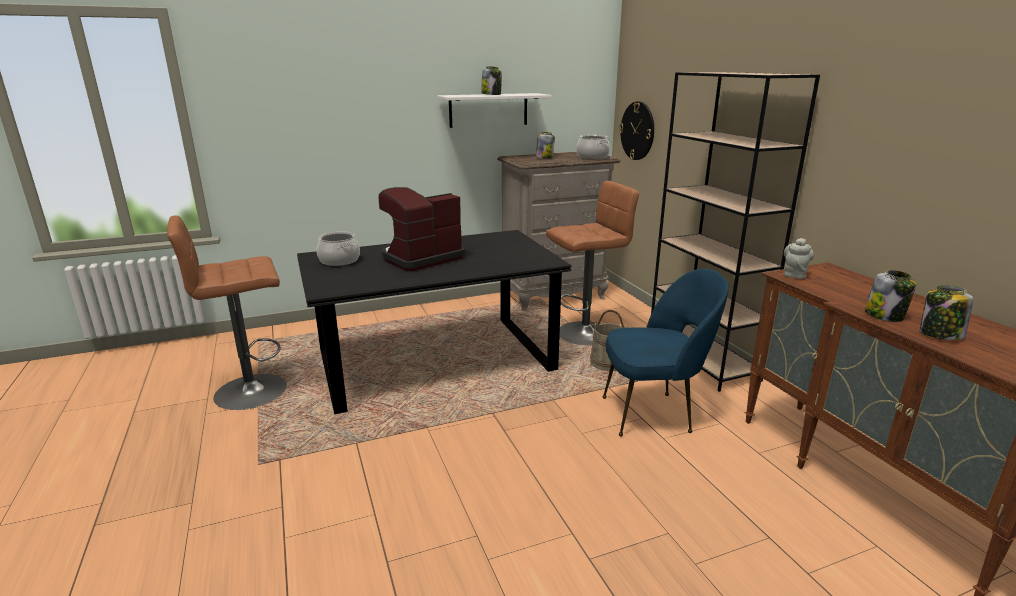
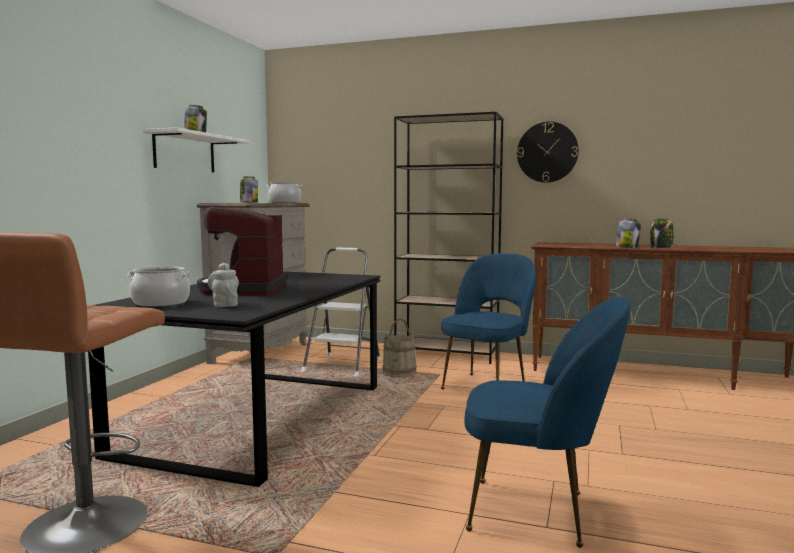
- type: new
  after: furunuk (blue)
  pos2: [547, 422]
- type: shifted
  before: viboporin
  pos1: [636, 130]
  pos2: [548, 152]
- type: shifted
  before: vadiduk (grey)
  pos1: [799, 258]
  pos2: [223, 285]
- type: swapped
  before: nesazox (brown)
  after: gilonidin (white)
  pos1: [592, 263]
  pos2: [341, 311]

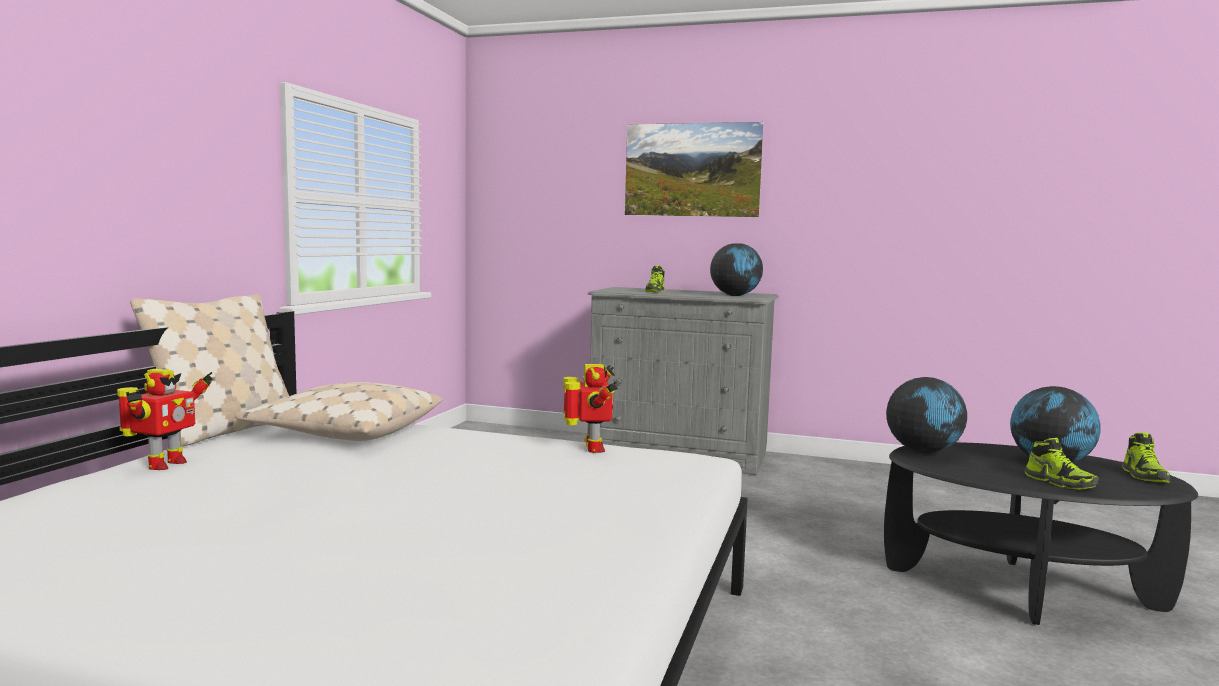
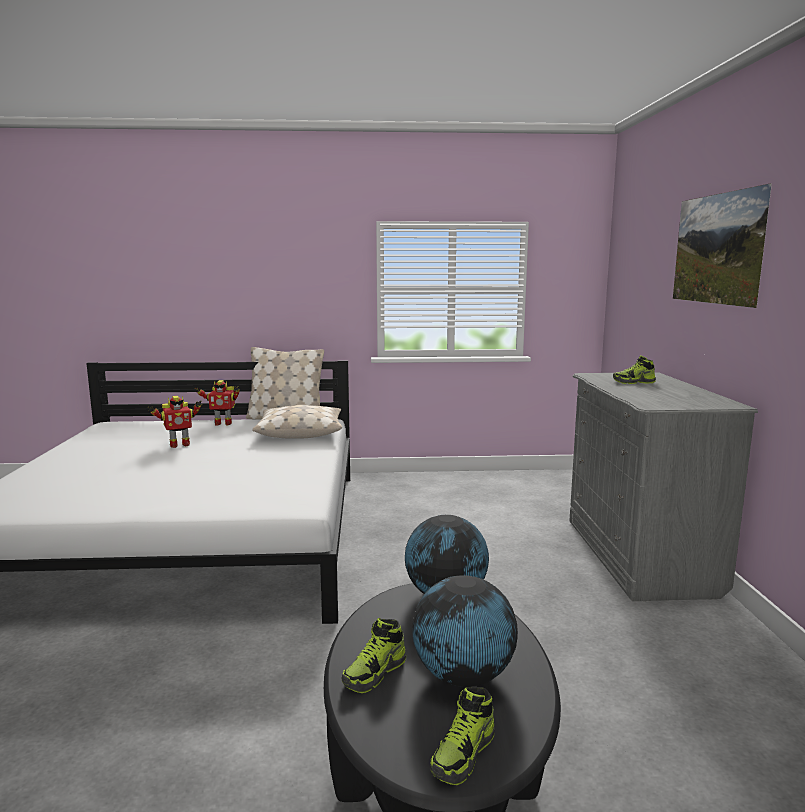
- type: gone
  before: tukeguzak
  pos1: [736, 269]
- type: shifted
  before: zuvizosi
  pos1: [590, 408]
  pos2: [175, 422]
- type: rotated
  before: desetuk
  pos1: [1146, 458]
  pos2: [462, 736]
  turn: -45

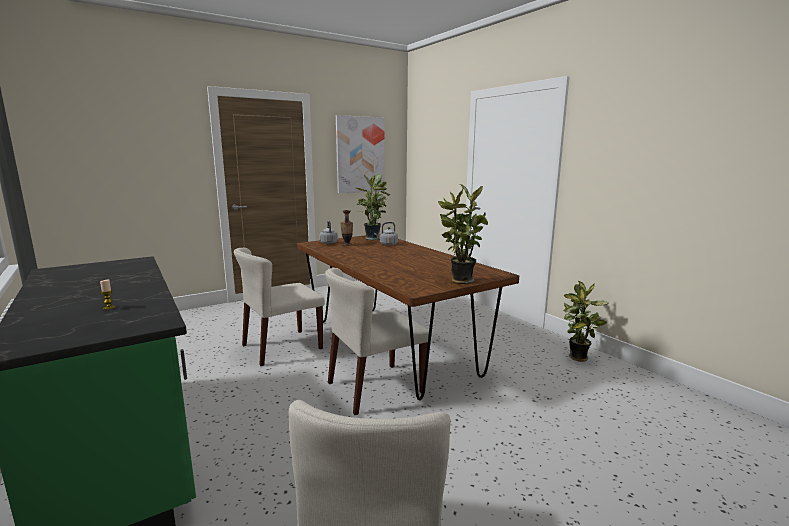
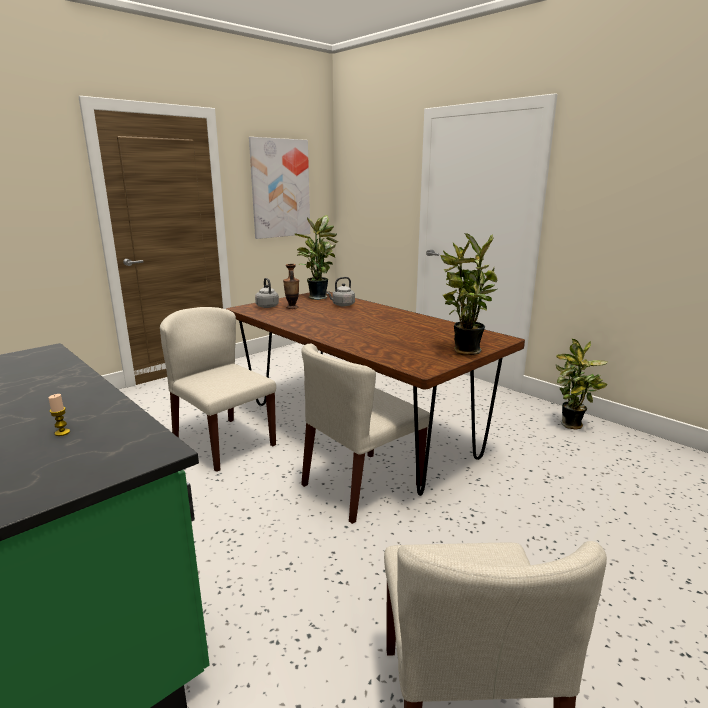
- type: rotated
  before: furunuk (beige)
  pos1: [279, 307]
  pos2: [218, 389]
  turn: 90

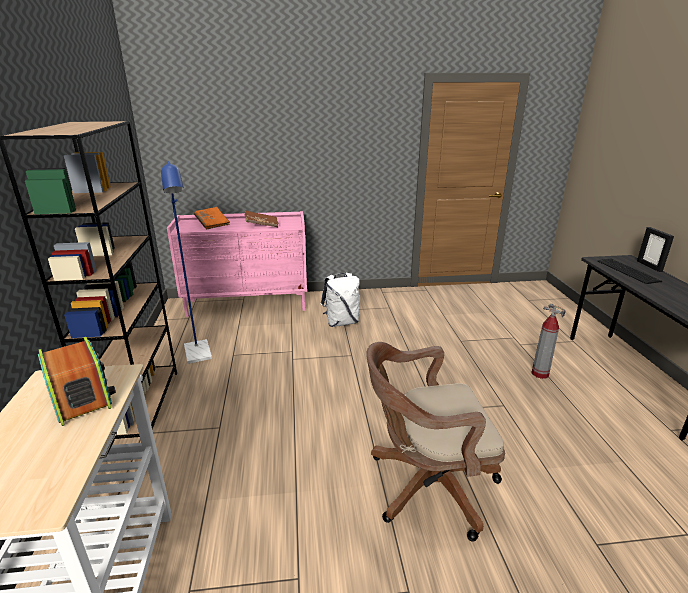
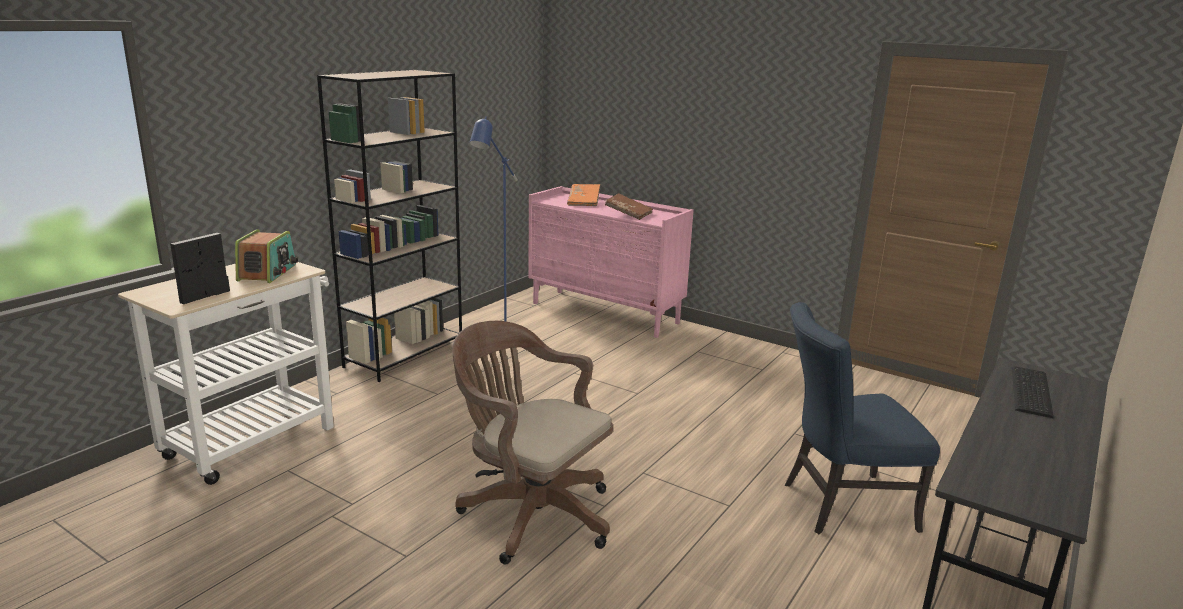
- type: gone
  before: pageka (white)
  pos1: [340, 300]
- type: shifted
  before: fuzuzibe
  pos1: [655, 249]
  pos2: [200, 268]
- type: swapped
  before: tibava
  after: furunuk (blue)
  pos1: [548, 341]
  pos2: [862, 418]

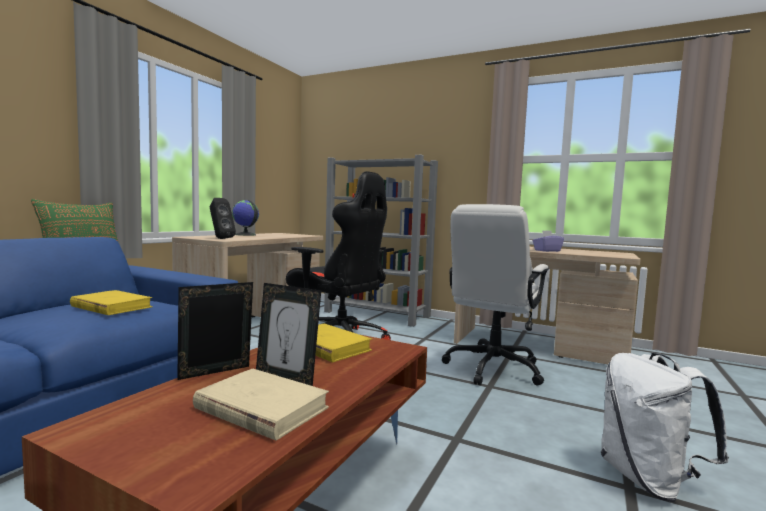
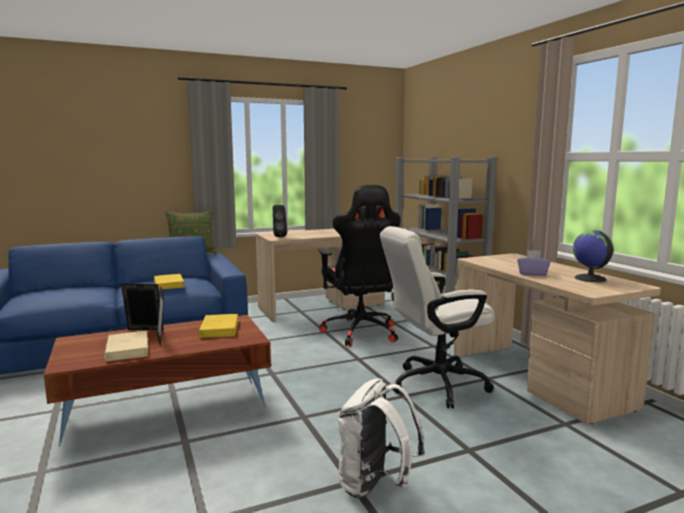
- type: shifted
  before: tukeguzak
  pos1: [245, 218]
  pos2: [593, 256]

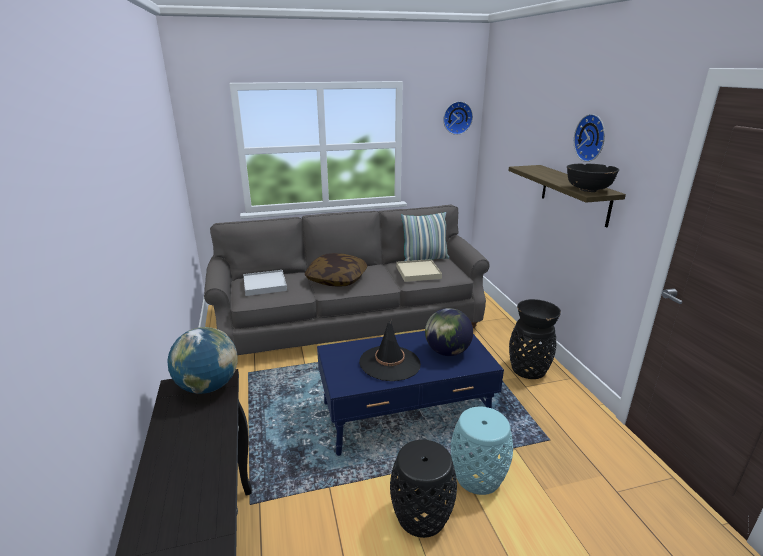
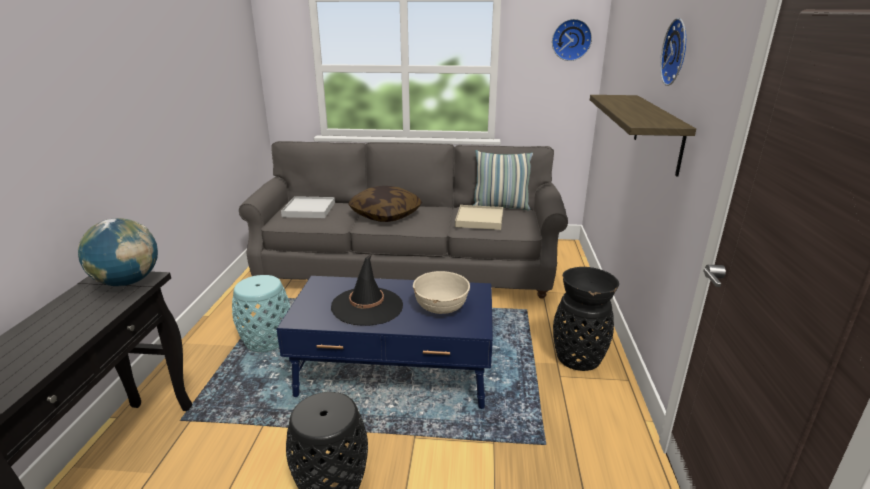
- type: gone
  before: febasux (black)
  pos1: [593, 177]
- type: shifted
  before: nesazox (turquoise)
  pos1: [482, 451]
  pos2: [261, 313]
- type: swapped
  before: tukeguzak
  after: febasux (beige)
  pos1: [449, 332]
  pos2: [441, 292]

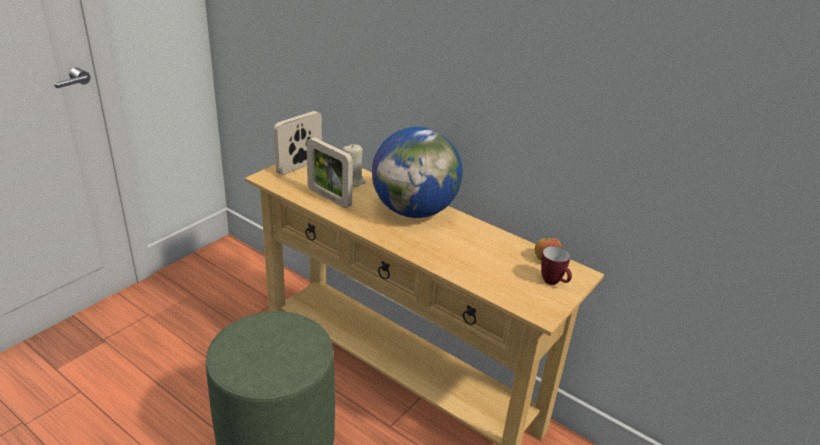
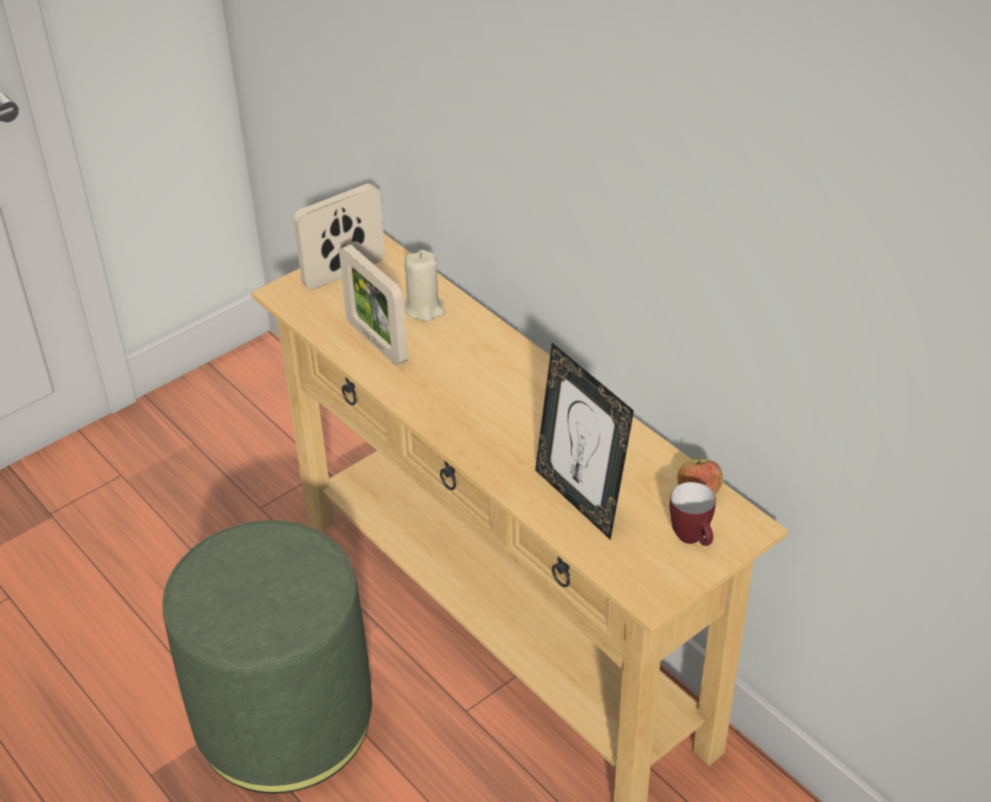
- type: gone
  before: tukeguzak
  pos1: [417, 172]
- type: new
  after: fuzuzibe
  pos2: [584, 441]

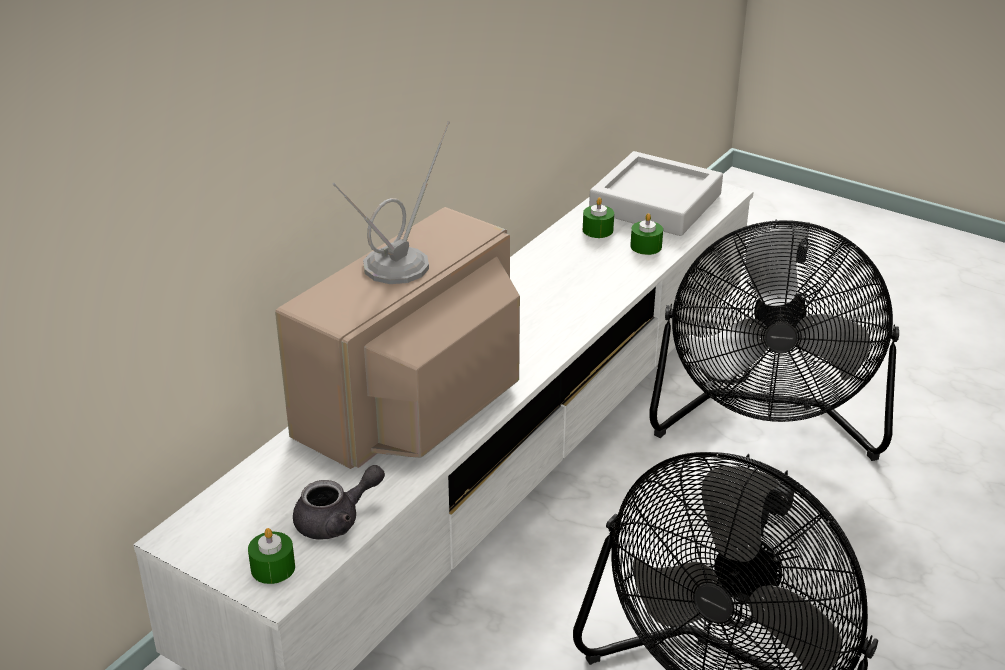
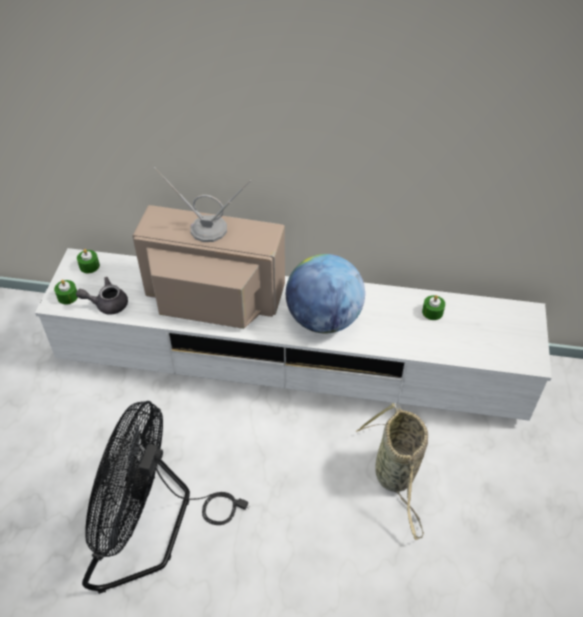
- type: gone
  before: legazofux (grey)
  pos1: [656, 193]
- type: new
  after: tukeguzak
  pos2: [325, 293]
- type: shifted
  before: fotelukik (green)
  pos1: [646, 234]
  pos2: [88, 261]
- type: swapped
  before: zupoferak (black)
  after: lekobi
  pos1: [774, 340]
  pos2: [392, 471]
- type: rotated
  before: vadiduk (grey)
  pos1: [339, 502]
  pos2: [102, 296]
  turn: 135

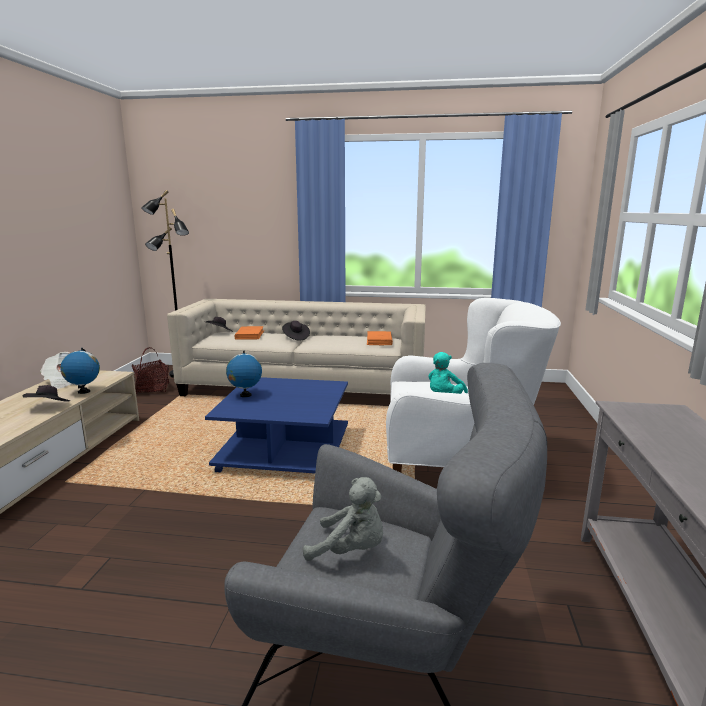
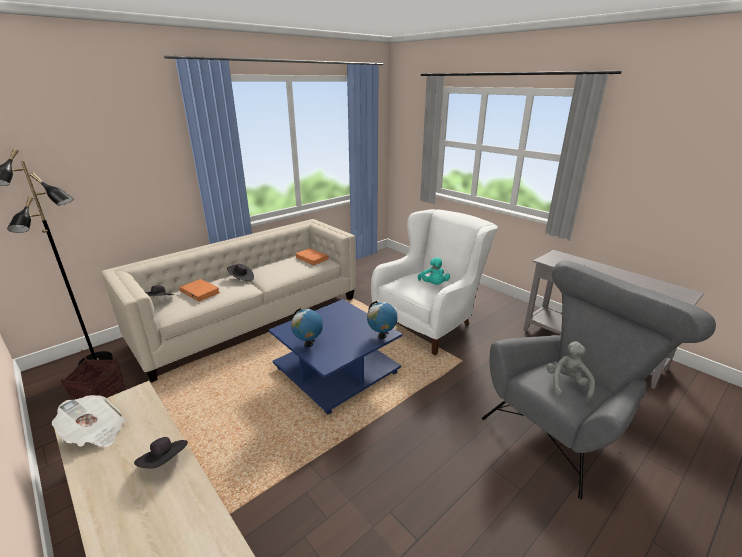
- type: shifted
  before: tukeguzak
  pos1: [80, 371]
  pos2: [382, 320]
- type: rotated
  before: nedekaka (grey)
  pos1: [343, 519]
  pos2: [571, 371]
  turn: -45

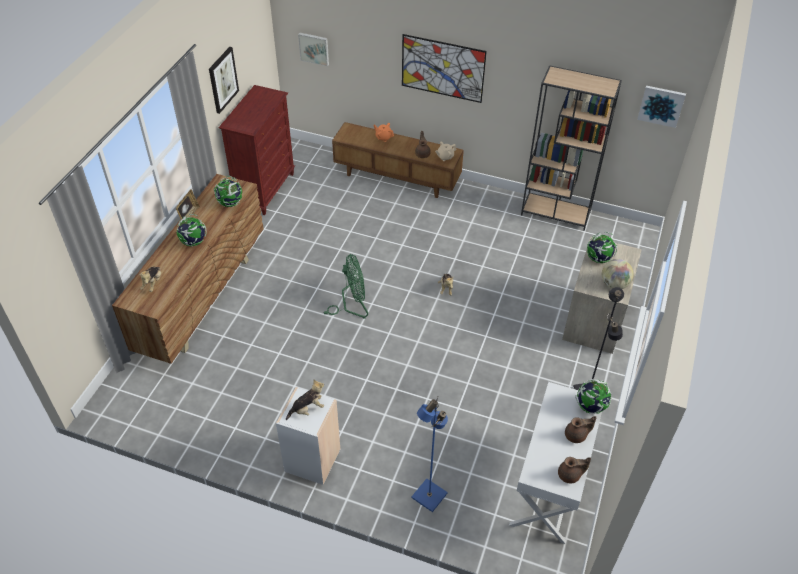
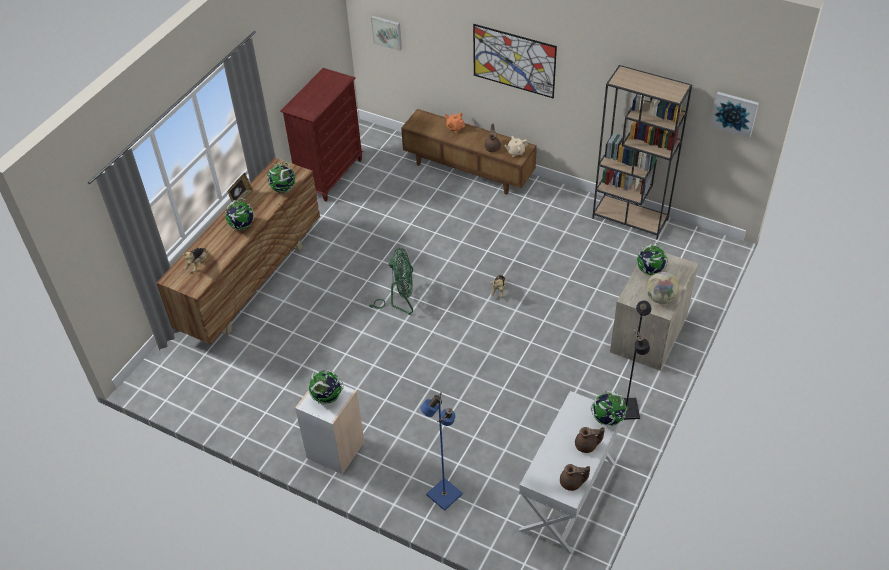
- type: gone
  before: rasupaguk
  pos1: [224, 80]
- type: swapped
  before: nedekaka
  after: tukeguzak
  pos1: [305, 399]
  pos2: [326, 387]

